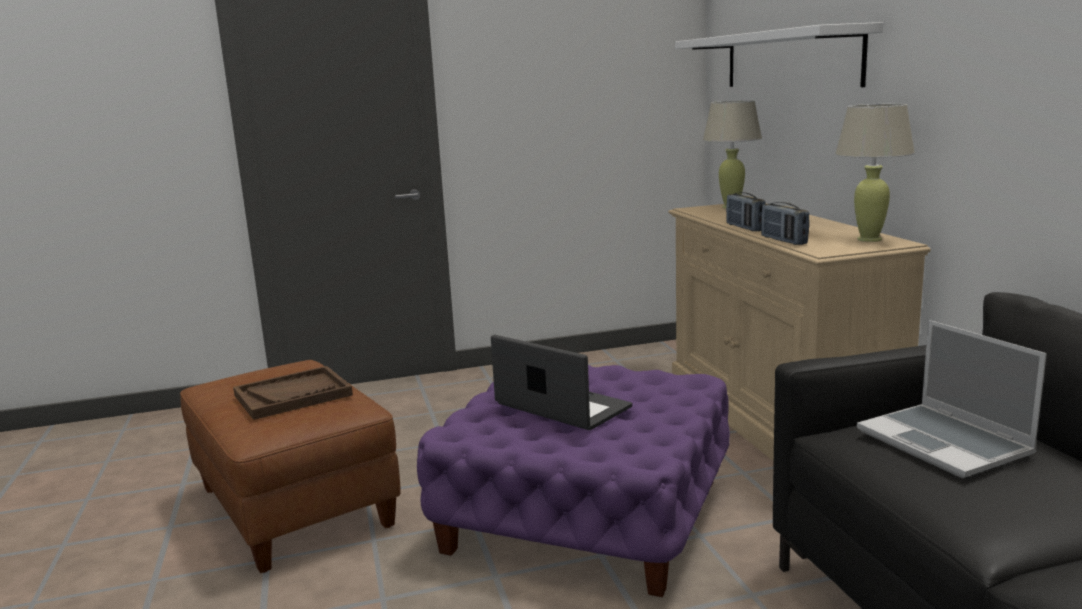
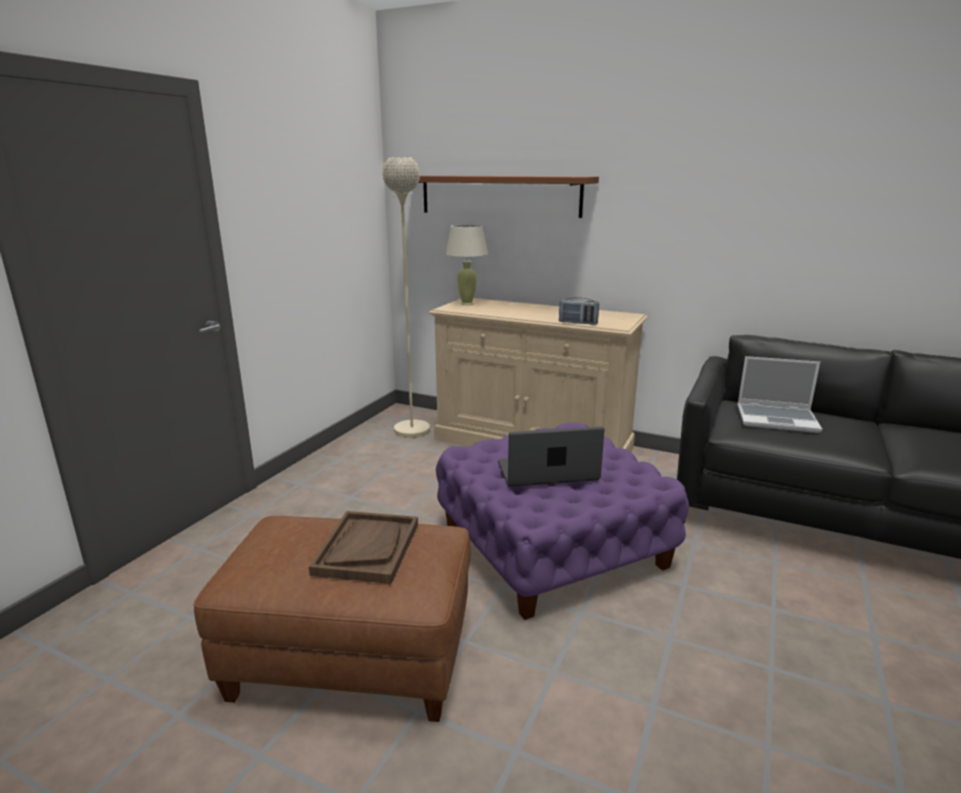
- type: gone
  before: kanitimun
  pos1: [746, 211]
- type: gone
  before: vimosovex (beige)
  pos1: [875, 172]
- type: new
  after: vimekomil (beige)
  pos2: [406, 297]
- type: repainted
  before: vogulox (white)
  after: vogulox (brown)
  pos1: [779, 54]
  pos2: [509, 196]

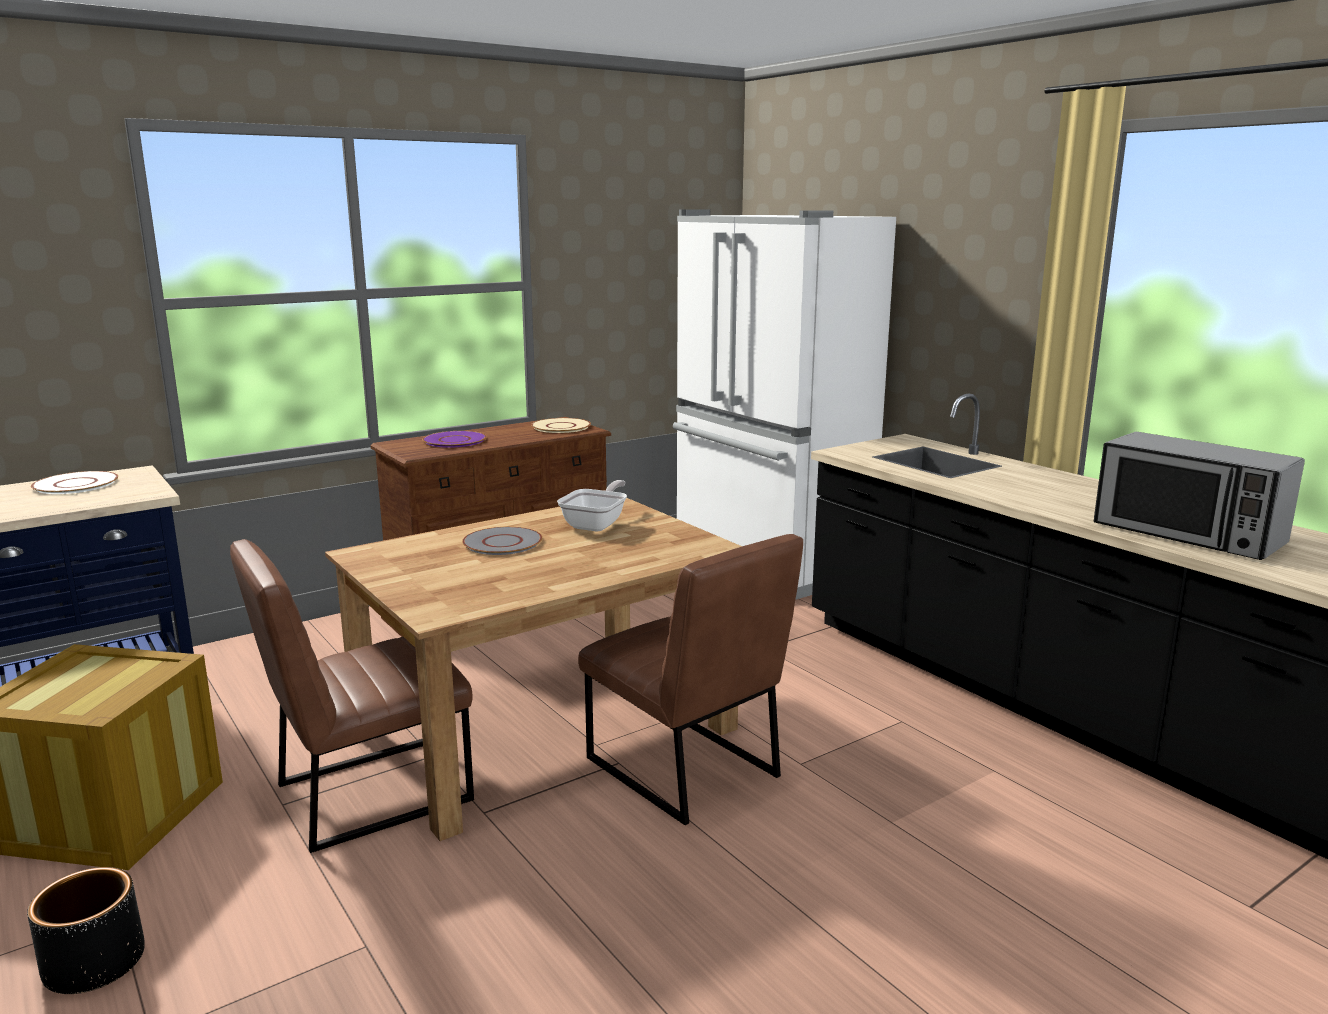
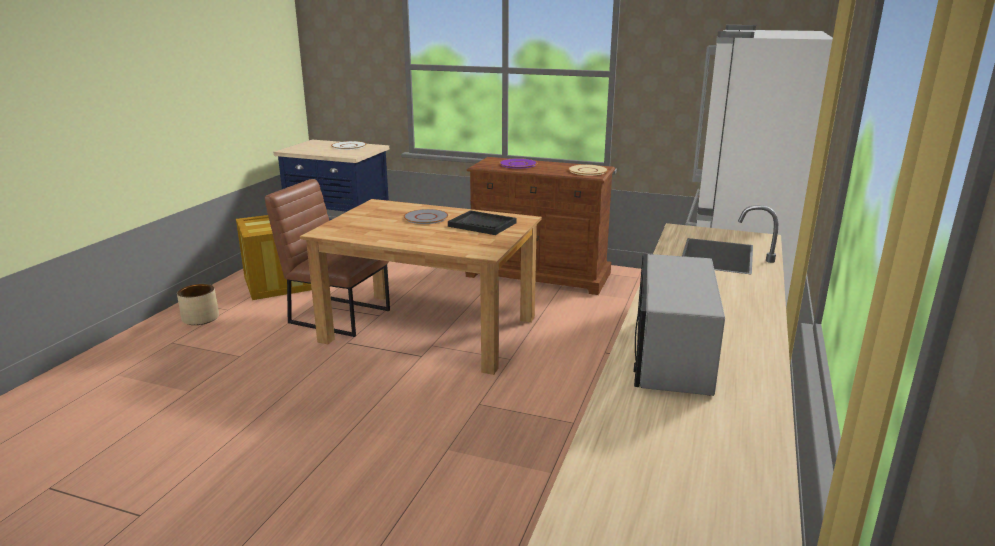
- type: gone
  before: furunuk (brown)
  pos1: [690, 679]
- type: swapped
  before: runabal
  after: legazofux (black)
  pos1: [592, 505]
  pos2: [482, 222]
- type: repainted
  before: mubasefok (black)
  after: mubasefok (beige)
  pos1: [86, 930]
  pos2: [198, 304]

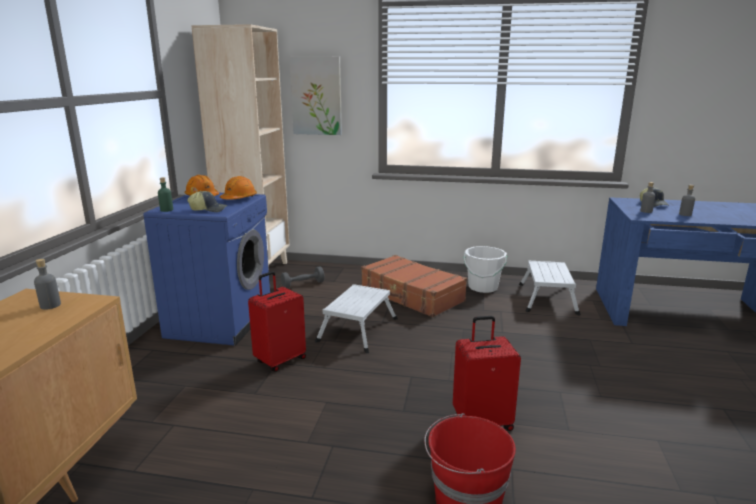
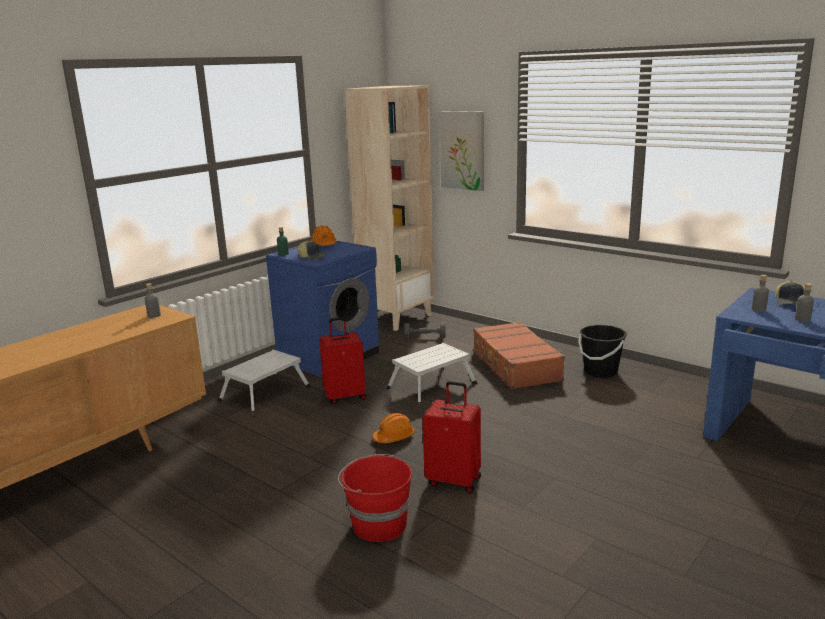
- type: shifted
  before: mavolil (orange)
  pos1: [238, 187]
  pos2: [394, 428]
- type: shifted
  before: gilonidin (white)
  pos1: [550, 288]
  pos2: [264, 383]
- type: repainted
  before: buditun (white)
  after: buditun (black)
  pos1: [485, 269]
  pos2: [602, 351]

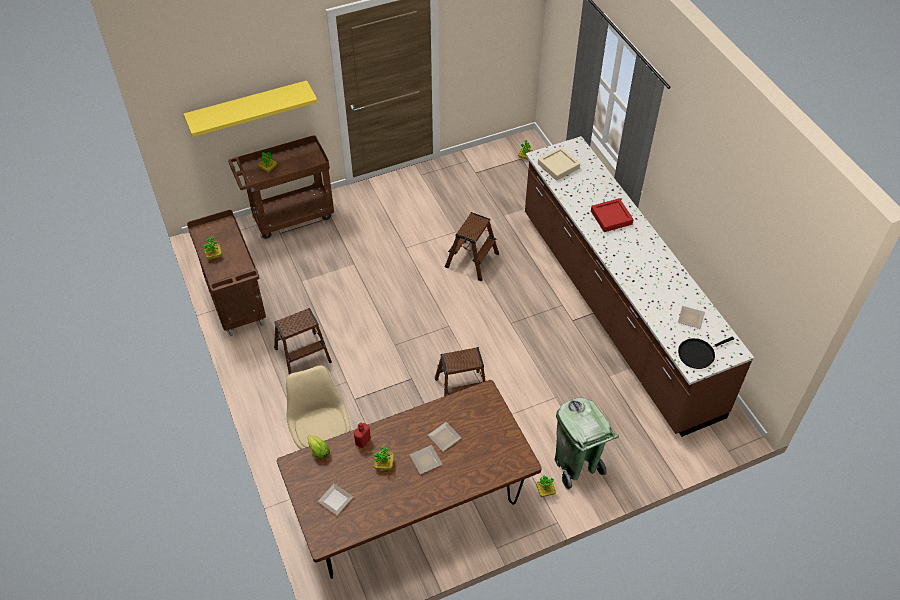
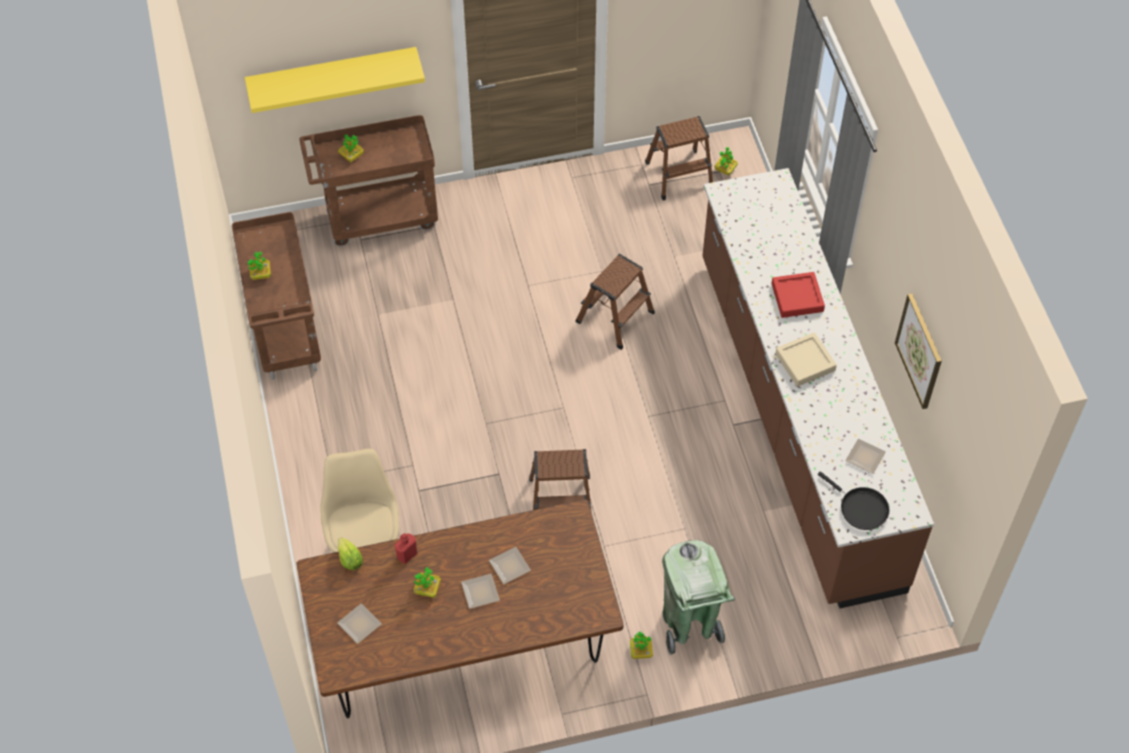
- type: new
  after: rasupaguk
  pos2: [918, 351]
- type: shifted
  before: gilonidin (brown)
  pos1: [303, 341]
  pos2: [679, 158]
- type: shifted
  before: legazofux (beige)
  pos1: [559, 164]
  pos2: [806, 359]
- type: rotated
  before: runabal (black)
  pos1: [706, 353]
  pos2: [854, 500]
  turn: -120

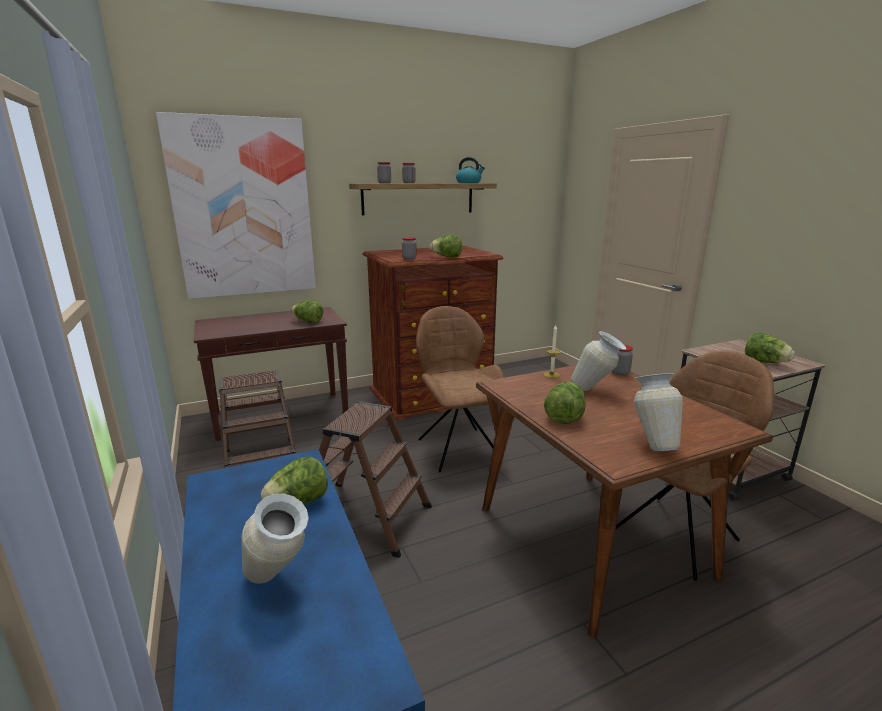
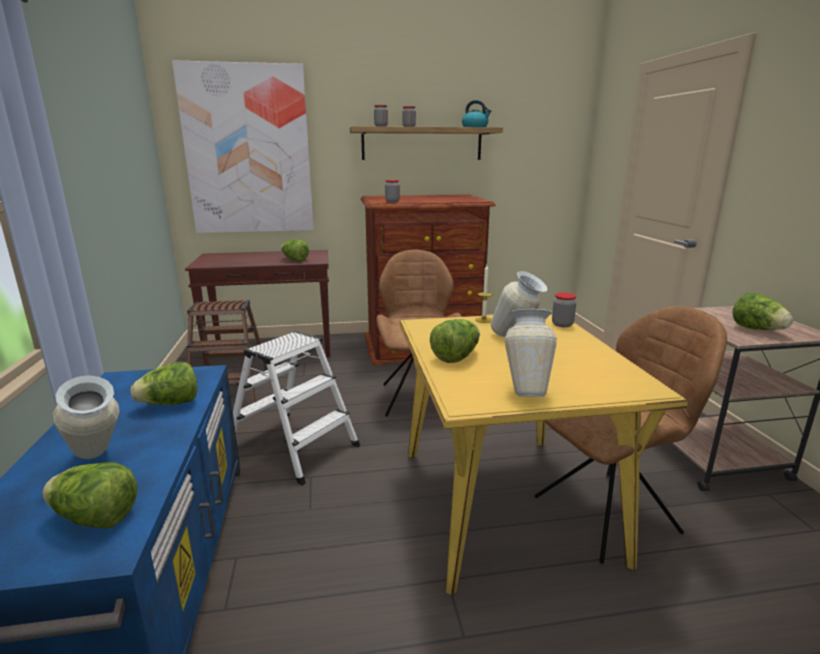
- type: shifted
  before: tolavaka
  pos1: [446, 245]
  pos2: [89, 495]
- type: repainted
  before: gilonidin (brown)
  after: gilonidin (white)
  pos1: [375, 479]
  pos2: [296, 408]
- type: repainted
  before: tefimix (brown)
  after: tefimix (yellow)
  pos1: [624, 501]
  pos2: [544, 454]

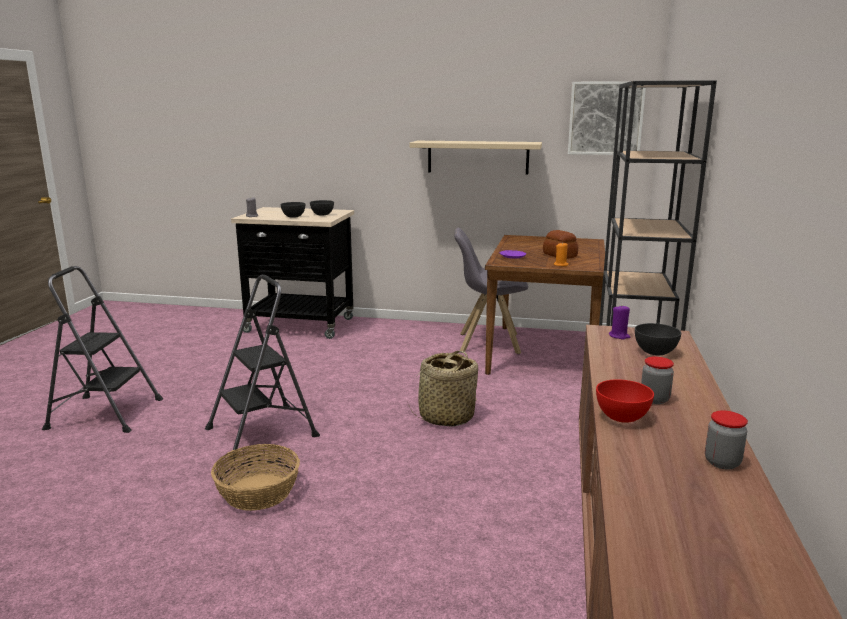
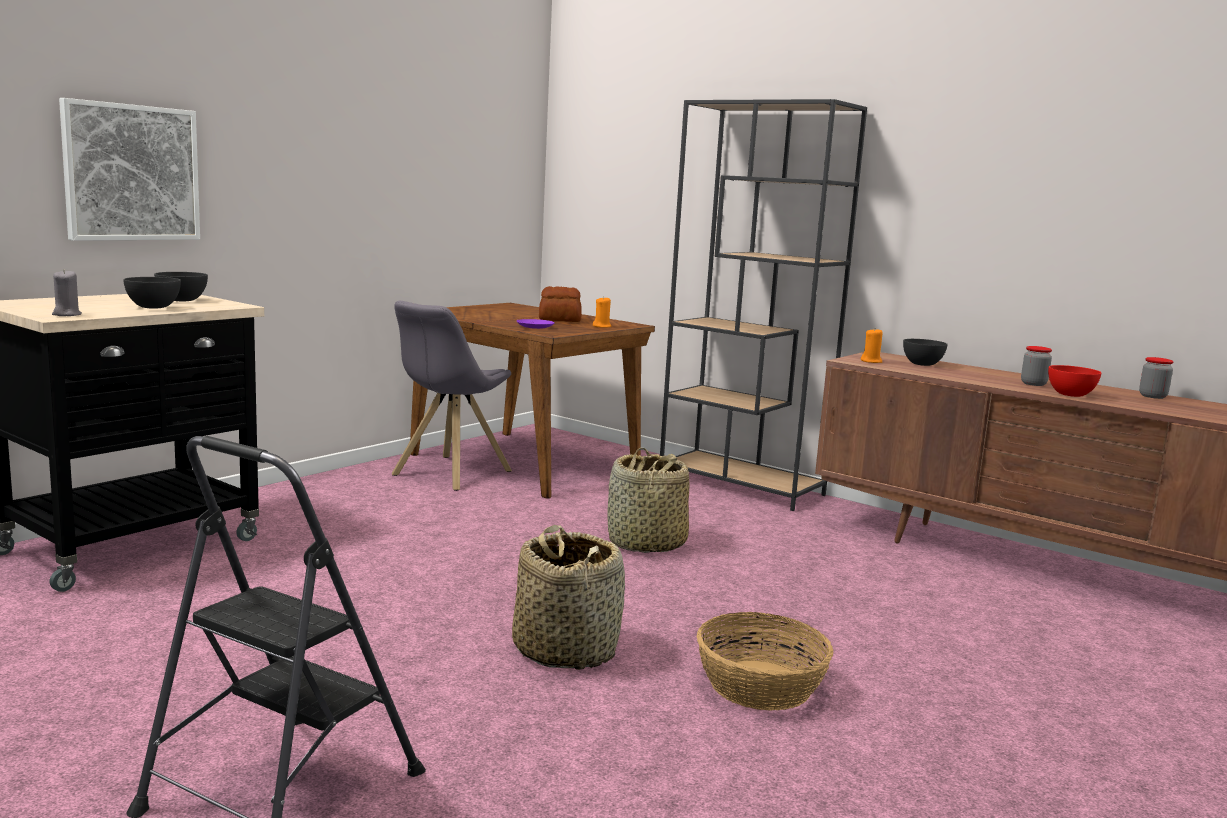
- type: gone
  before: vogulox (beige)
  pos1: [475, 158]
- type: shifted
  before: rasupaguk
  pos1: [607, 118]
  pos2: [129, 169]
- type: swapped
  before: gilonidin (black)
  after: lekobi
  pos1: [262, 367]
  pos2: [568, 597]
- type: repainted
  before: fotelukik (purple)
  after: fotelukik (orange)
  pos1: [619, 322]
  pos2: [872, 346]

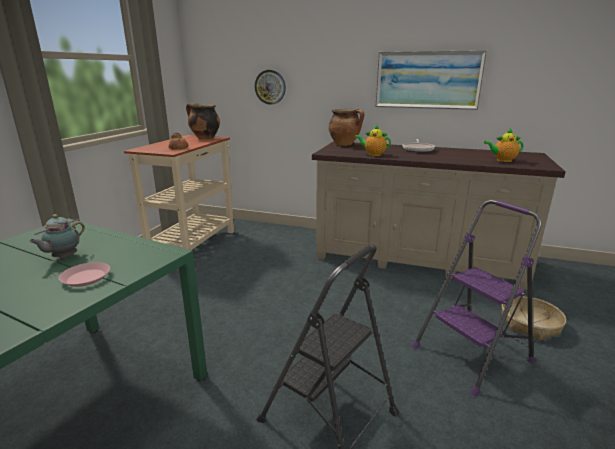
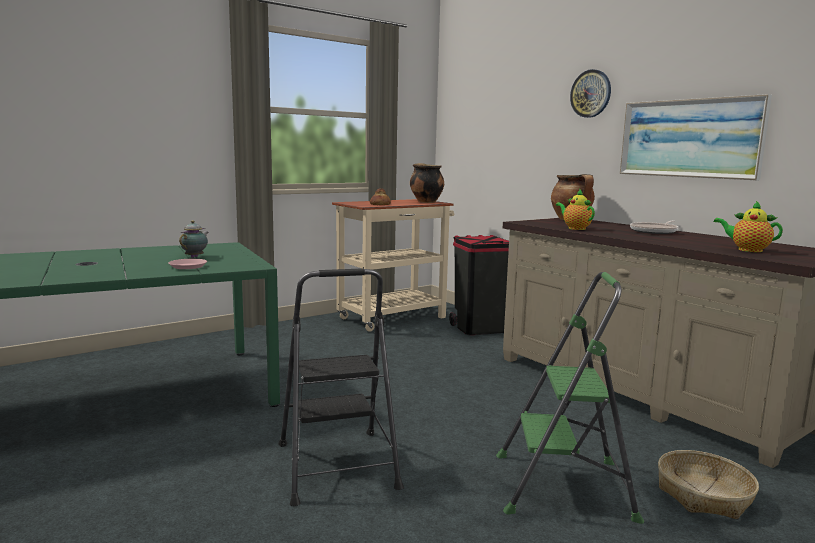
- type: new
  after: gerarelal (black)
  pos2: [479, 285]
- type: shifted
  before: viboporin
  pos1: [270, 87]
  pos2: [590, 93]
- type: repainted
  before: gilonidin (purple)
  after: gilonidin (green)
  pos1: [476, 298]
  pos2: [570, 398]
- type: rotated
  before: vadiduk
  pos1: [57, 236]
  pos2: [194, 239]
  turn: 135

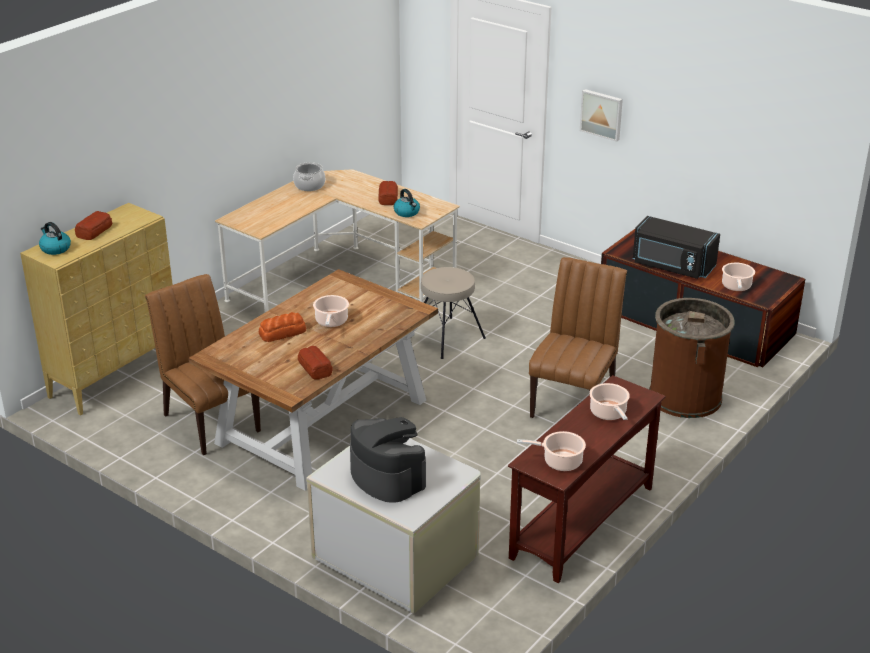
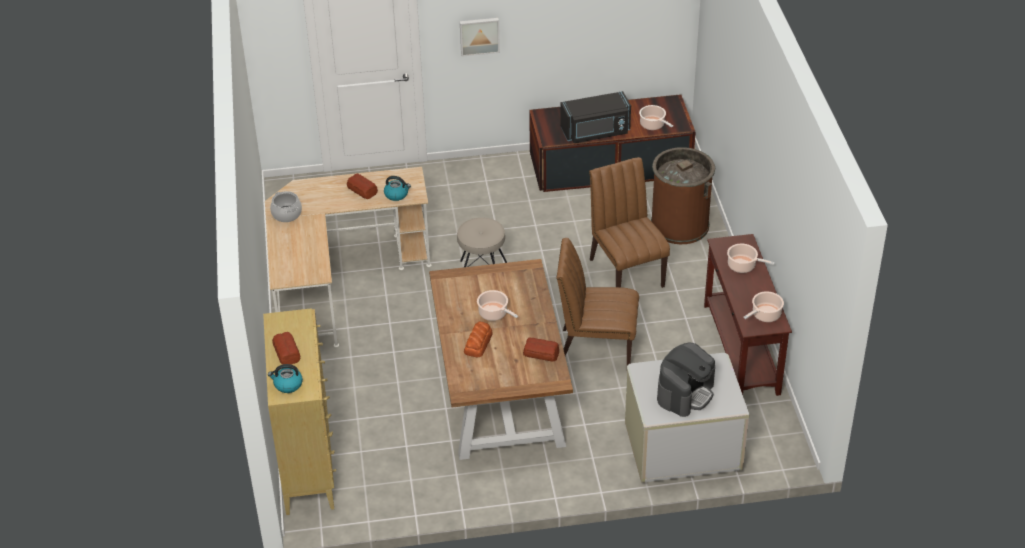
- type: shifted
  before: furunuk (brown)
  pos1: [203, 364]
  pos2: [597, 302]
- type: rotated
  before: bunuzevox
  pos1: [388, 460]
  pos2: [686, 380]
  turn: 120

